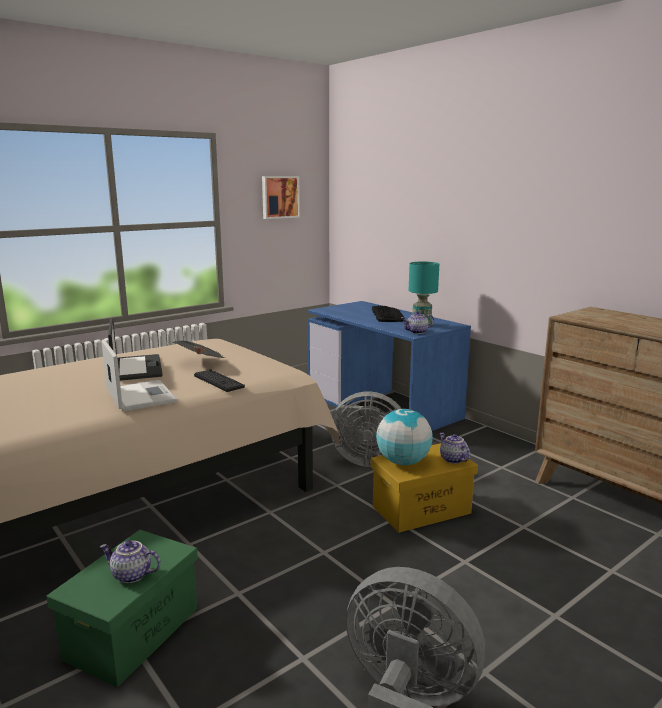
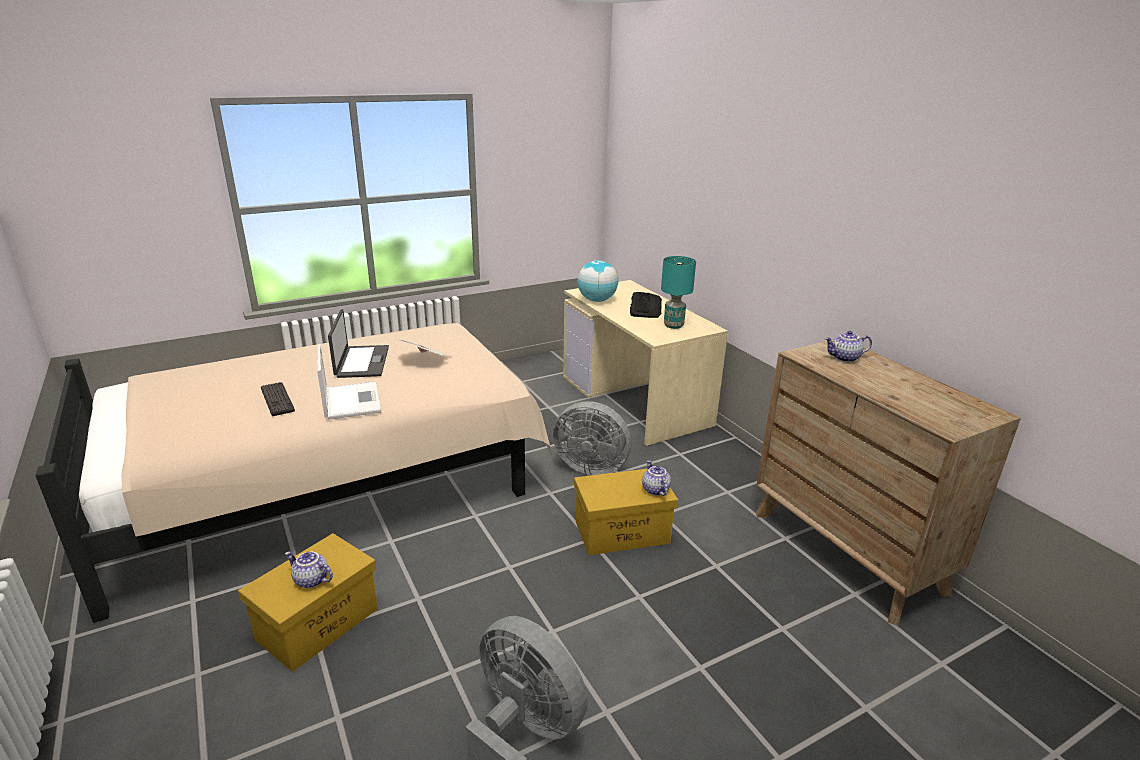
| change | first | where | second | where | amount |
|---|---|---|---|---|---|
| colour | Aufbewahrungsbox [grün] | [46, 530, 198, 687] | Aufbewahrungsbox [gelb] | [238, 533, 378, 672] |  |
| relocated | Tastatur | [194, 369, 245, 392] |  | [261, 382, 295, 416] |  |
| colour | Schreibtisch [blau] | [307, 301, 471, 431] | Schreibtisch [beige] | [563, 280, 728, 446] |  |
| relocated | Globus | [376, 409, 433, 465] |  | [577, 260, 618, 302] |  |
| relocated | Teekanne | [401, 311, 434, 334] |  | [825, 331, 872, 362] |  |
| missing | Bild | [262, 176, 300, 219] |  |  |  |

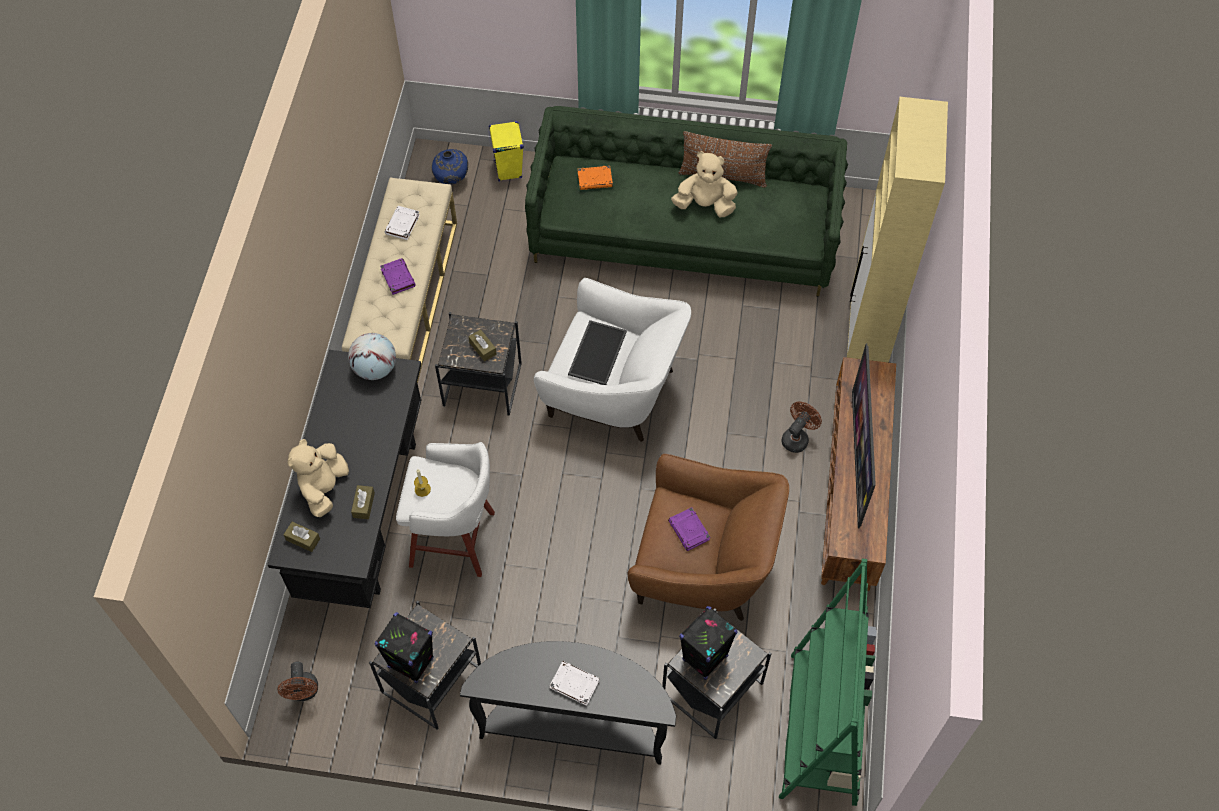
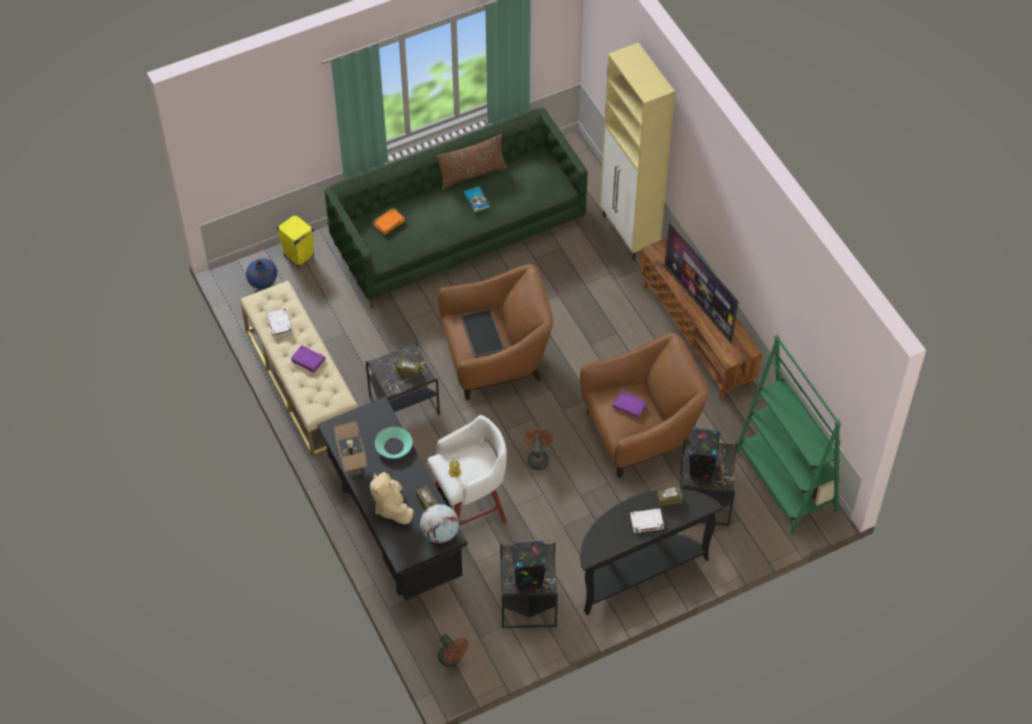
| change | first | where | second | where | amount |
|---|---|---|---|---|---|
| appeared |  |  | Tischlampe [beige] | [334, 421, 367, 476] |  |
| appeared |  |  | Schüssel [türkis] | [375, 427, 413, 458] |  |
| relocated | Globus | [348, 333, 396, 380] |  | [420, 504, 459, 543] |  |
| colour | Sessel [weiß] | [534, 278, 691, 442] | Sessel [braun] | [438, 264, 553, 400] |  |
| exchanged | Plüschtier [beige] | [671, 151, 738, 217] | Buch | [464, 186, 489, 212] |  |
| relocated | Ventilator [braun] | [782, 401, 822, 453] |  | [524, 428, 553, 470] |  |
| relocated | Taschentuchbox [braun] | [283, 522, 320, 552] |  | [657, 487, 683, 506] |  |

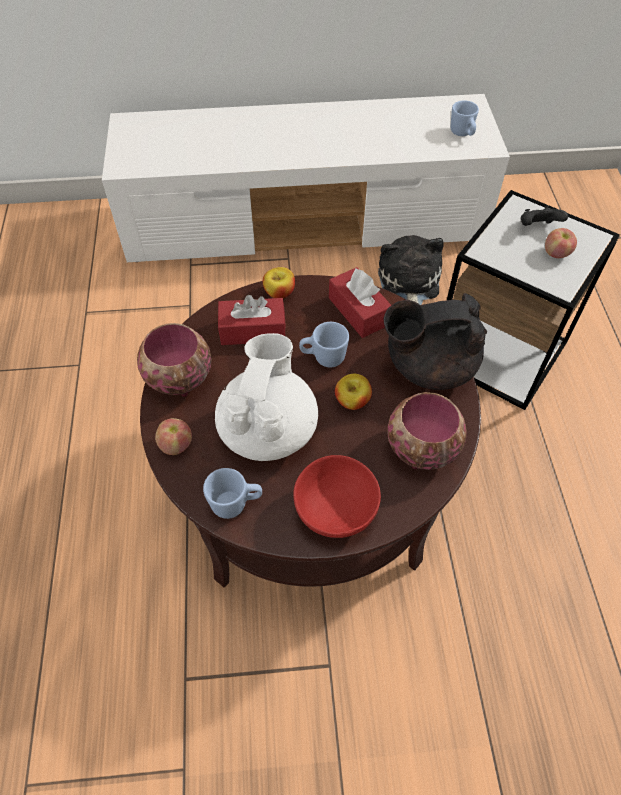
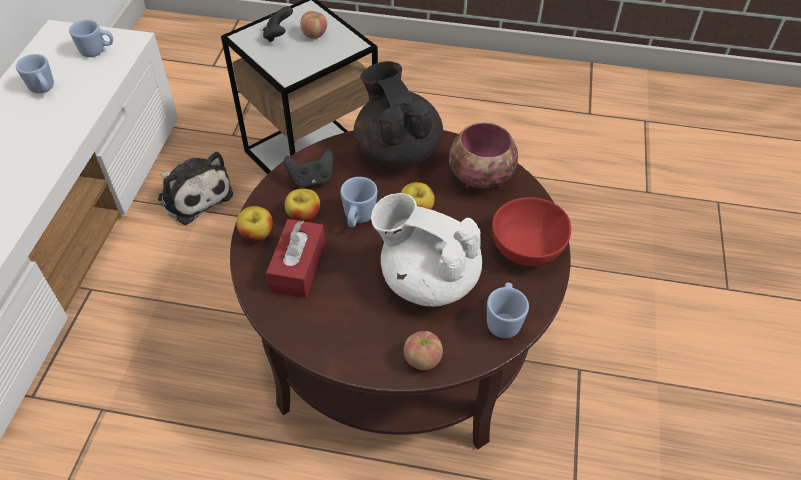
| change | first | where | second | where | amount |
|---|---|---|---|---|---|
| appeared |  |  | Henkelbecher [blau] | [16, 54, 54, 93] |  |
| spun | Plüschtier | [378, 235, 444, 305] |  | [158, 152, 233, 225] | 150 degrees counterclockwise |
| exchanged | Taschentuchbox [rot] | [329, 267, 392, 338] | Gamepad [schwarz] | [284, 149, 334, 188] |  |
| appeared |  |  | Apfel | [284, 189, 320, 222] |  |
| spun | Teekanne [schwarz] | [384, 293, 487, 390] |  | [354, 61, 443, 168] | 150 degrees clockwise |
| missing | Schüssel | [137, 323, 212, 397] |  |  |  |

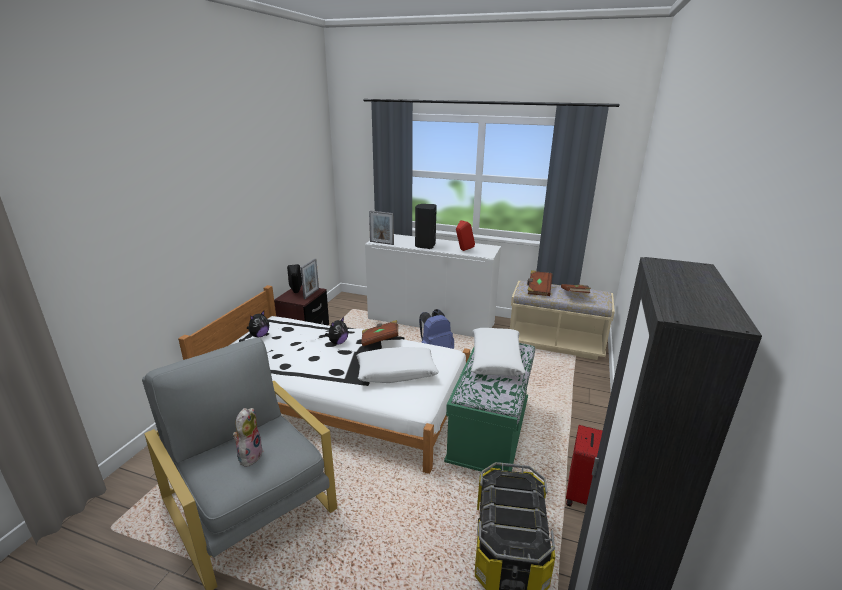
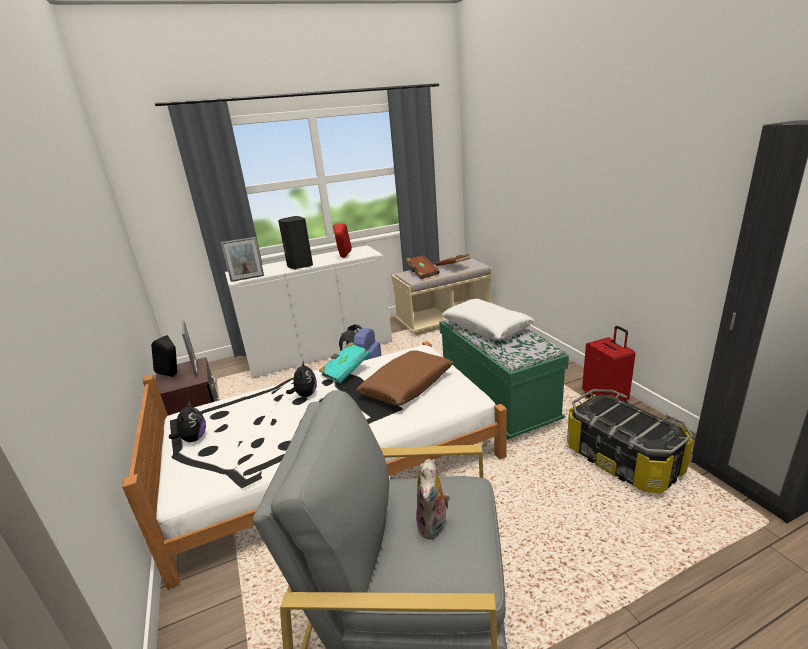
| change | first | where | second | where | amount |
|---|---|---|---|---|---|
| colour | Buch [braun] | [361, 320, 398, 346] | Buch [türkis] | [319, 342, 371, 383] |  |
| colour | Kissen [weiß] | [357, 347, 439, 383] | Kissen [braun] | [357, 350, 453, 405] |  |
| spun | Plüschtier | [233, 408, 264, 467] |  | [416, 459, 450, 539] | 135 degrees counterclockwise |

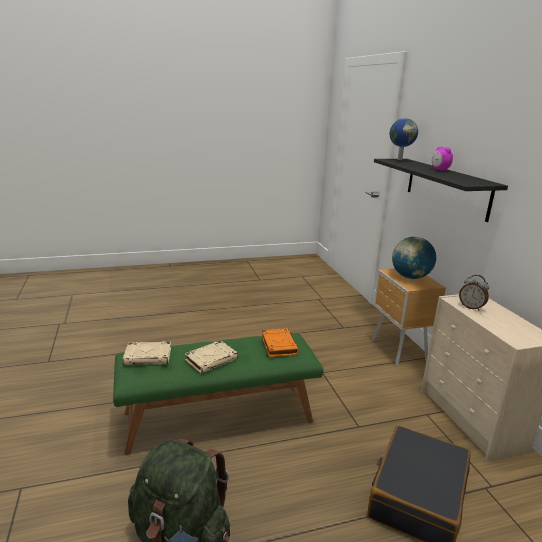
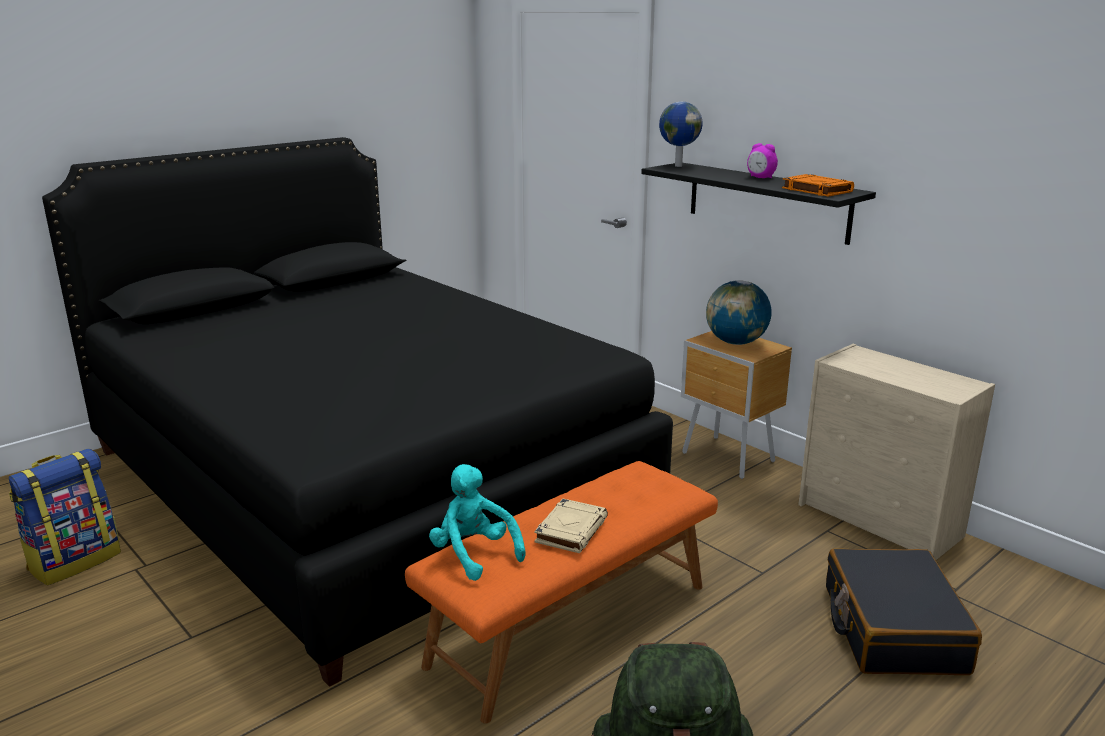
| change | first | where | second | where | amount |
|---|---|---|---|---|---|
| appeared |  |  | Rucksack | [9, 449, 121, 586] |  |
| appeared |  |  | Bett [schwarz] | [42, 137, 673, 687] |  |
| colour | Bank [grün] | [113, 333, 323, 455] | Bank [orange] | [405, 461, 718, 724] |  |
| exchanged | Buch [beige] | [123, 341, 171, 366] | Plüschtier [türkis] | [429, 464, 525, 581] |  |
| relocated | Buch [orange] | [261, 328, 299, 357] |  | [782, 174, 854, 197] |  |
| missing | Wecker | [459, 275, 489, 311] |  |  |  |

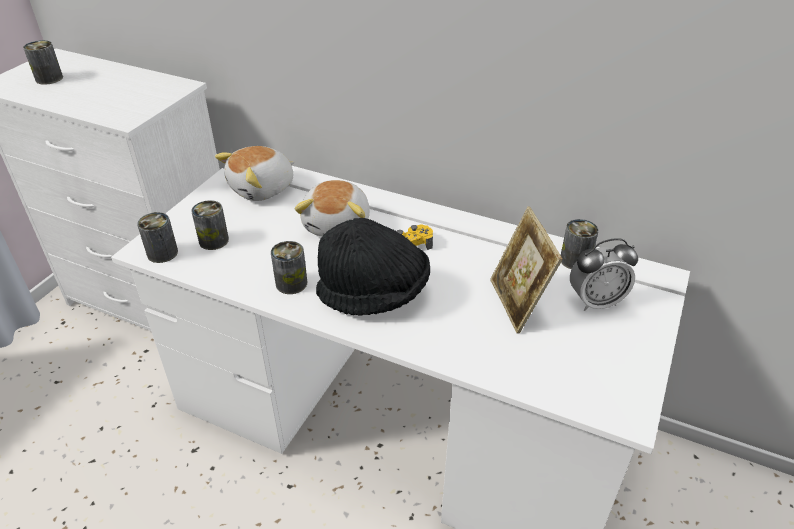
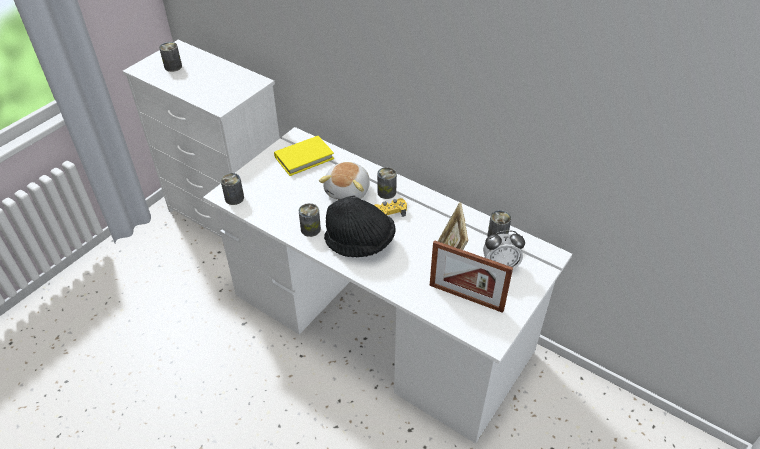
| change | first | where | second | where | amount |
|---|---|---|---|---|---|
| exchanged | Plüschtier | [215, 146, 295, 201] | Buch [gelb] | [274, 136, 334, 176] |  |
| relocated | Dose | [191, 200, 229, 250] |  | [377, 167, 397, 199] |  |
| appeared |  |  | Bilderrahmen | [430, 240, 513, 313] |  |

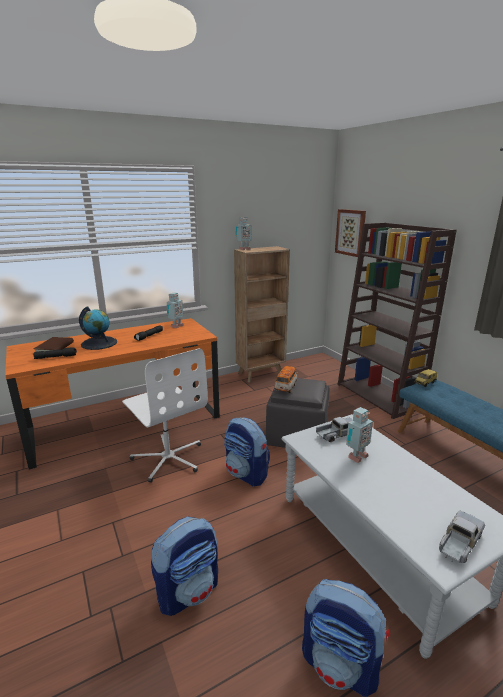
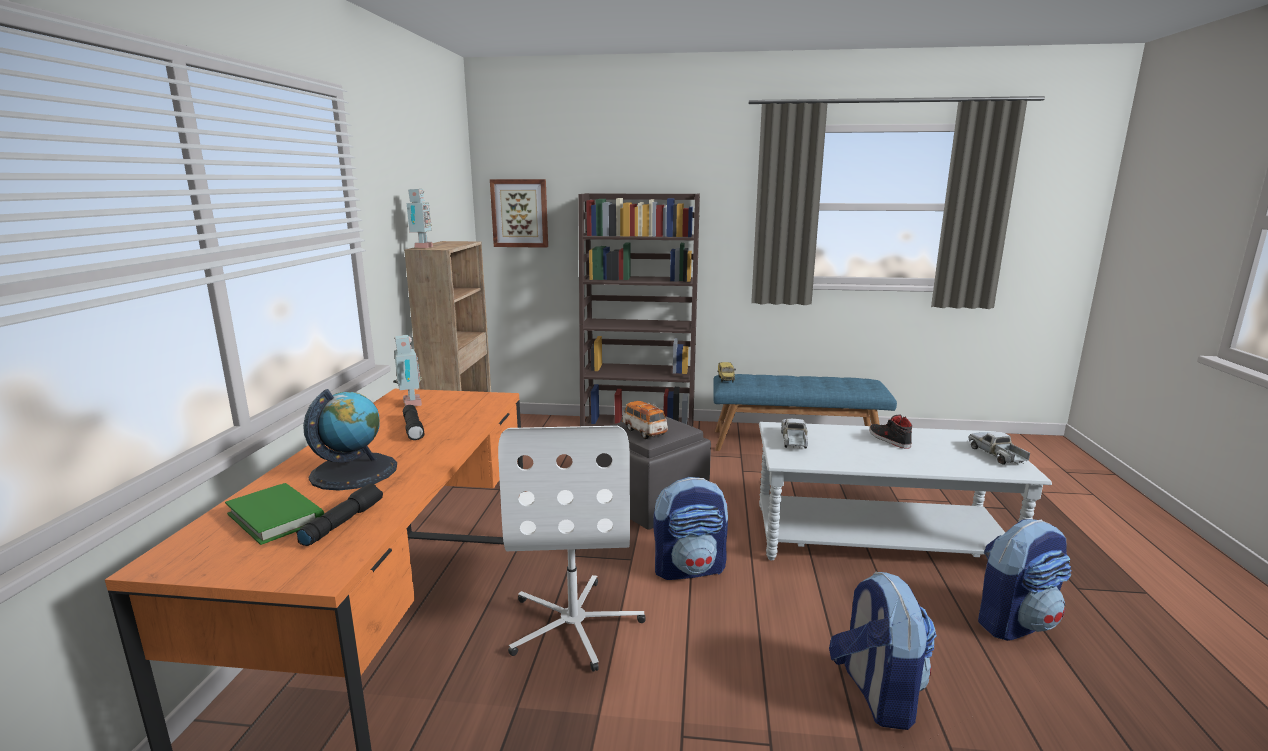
| change | first | where | second | where | amount |
|---|---|---|---|---|---|
| colour | Buch [braun] | [34, 337, 74, 352] | Buch [grün] | [225, 483, 324, 545] |  |
| spun | Bürostuhl [weiß] | [122, 348, 208, 483] |  | [498, 426, 646, 672] | 90 degrees clockwise |
| appeared |  |  | Schuh [schwarz] | [869, 414, 912, 449] |  |
| missing | Spielzeugroboter | [346, 407, 373, 463] |  |  |  |

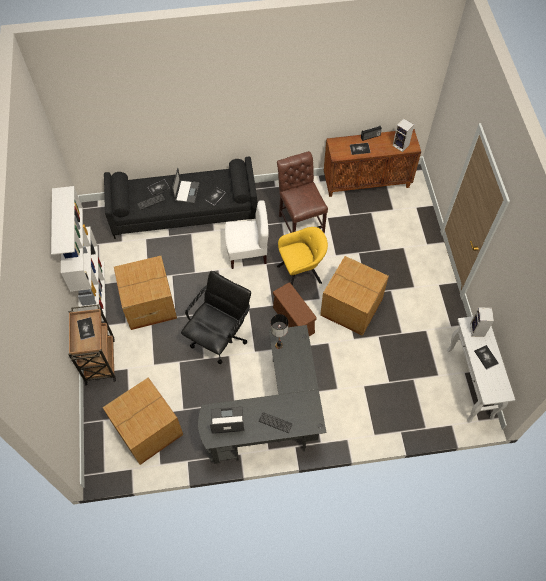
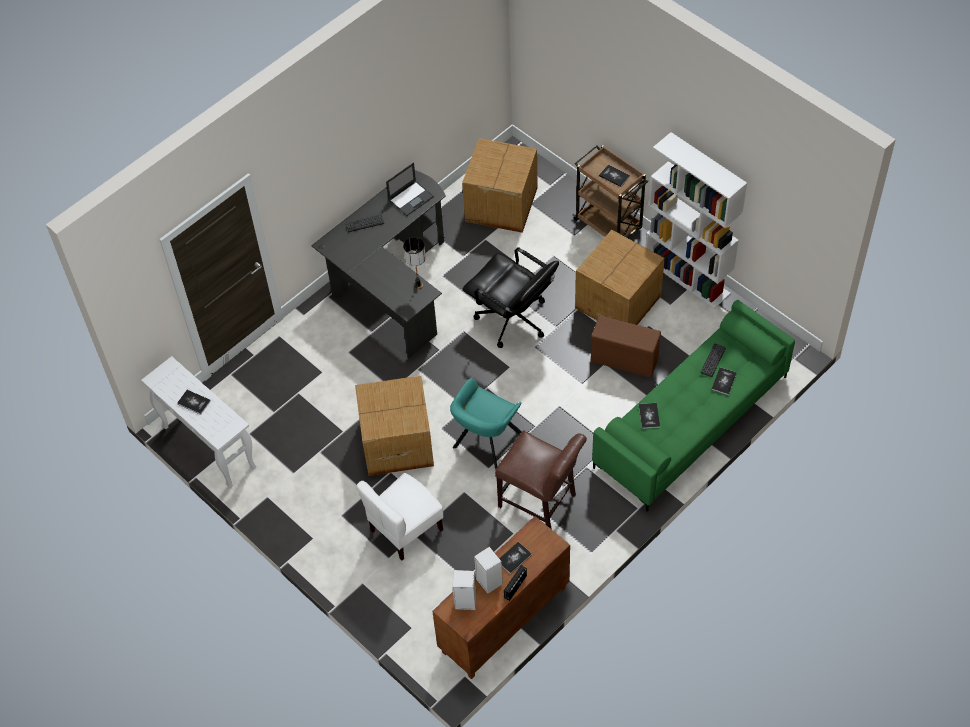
| change | first | where | second | where | amount |
|---|---|---|---|---|---|
| relocated | Stuhl [weiß] | [225, 200, 269, 269] |  | [356, 473, 443, 560] |  |
| colour | Sessel [gelb] | [276, 227, 328, 286] | Sessel [türkis] | [450, 378, 522, 470] |  |
| spun | Bürostuhl [schwarz] | [181, 271, 251, 364] |  | [463, 247, 559, 348] | 45 degrees counterclockwise |
| relocated | Lautsprecher | [470, 307, 494, 337] |  | [474, 546, 503, 594] |  |
| relocated | Aufbewahrungsbox [braun] | [273, 282, 317, 336] |  | [591, 315, 661, 378] |  |
| colour | Sofa [schwarz] | [104, 157, 257, 239] | Sofa [grün] | [592, 300, 795, 511] |  |
| missing | Laptop | [172, 168, 200, 204] |  |  |  |

